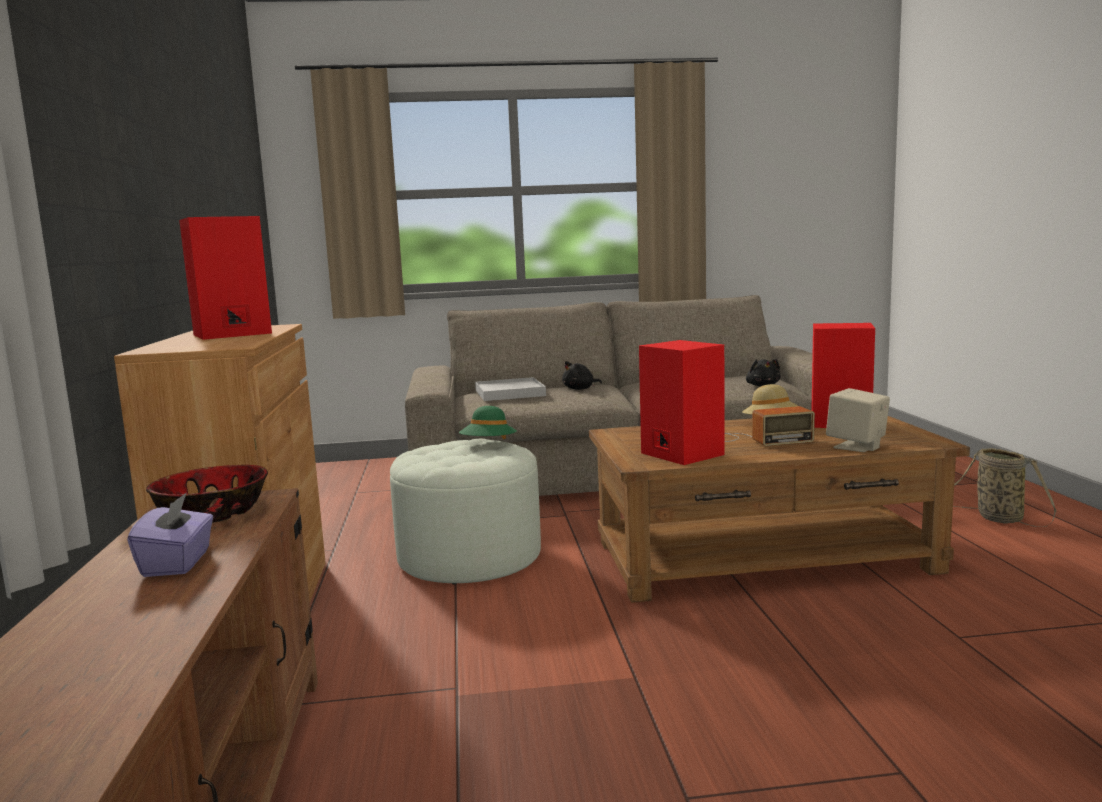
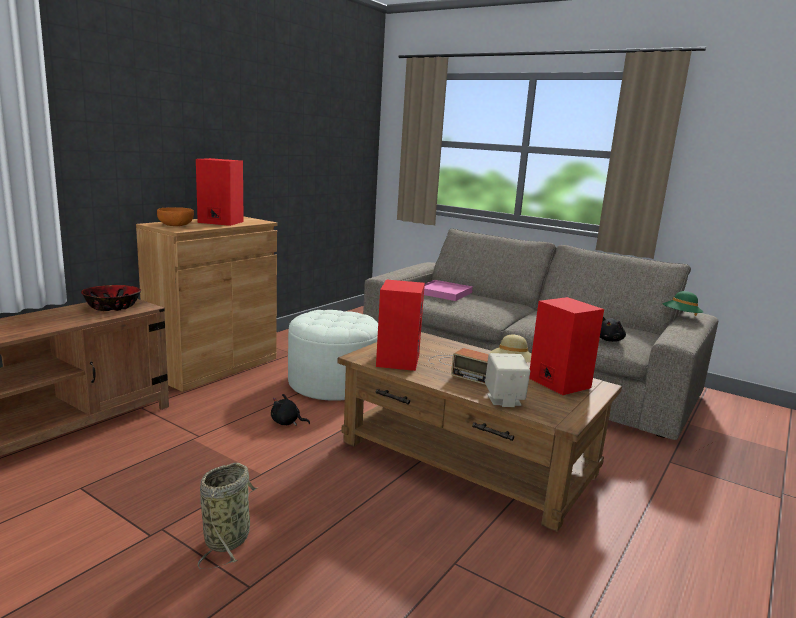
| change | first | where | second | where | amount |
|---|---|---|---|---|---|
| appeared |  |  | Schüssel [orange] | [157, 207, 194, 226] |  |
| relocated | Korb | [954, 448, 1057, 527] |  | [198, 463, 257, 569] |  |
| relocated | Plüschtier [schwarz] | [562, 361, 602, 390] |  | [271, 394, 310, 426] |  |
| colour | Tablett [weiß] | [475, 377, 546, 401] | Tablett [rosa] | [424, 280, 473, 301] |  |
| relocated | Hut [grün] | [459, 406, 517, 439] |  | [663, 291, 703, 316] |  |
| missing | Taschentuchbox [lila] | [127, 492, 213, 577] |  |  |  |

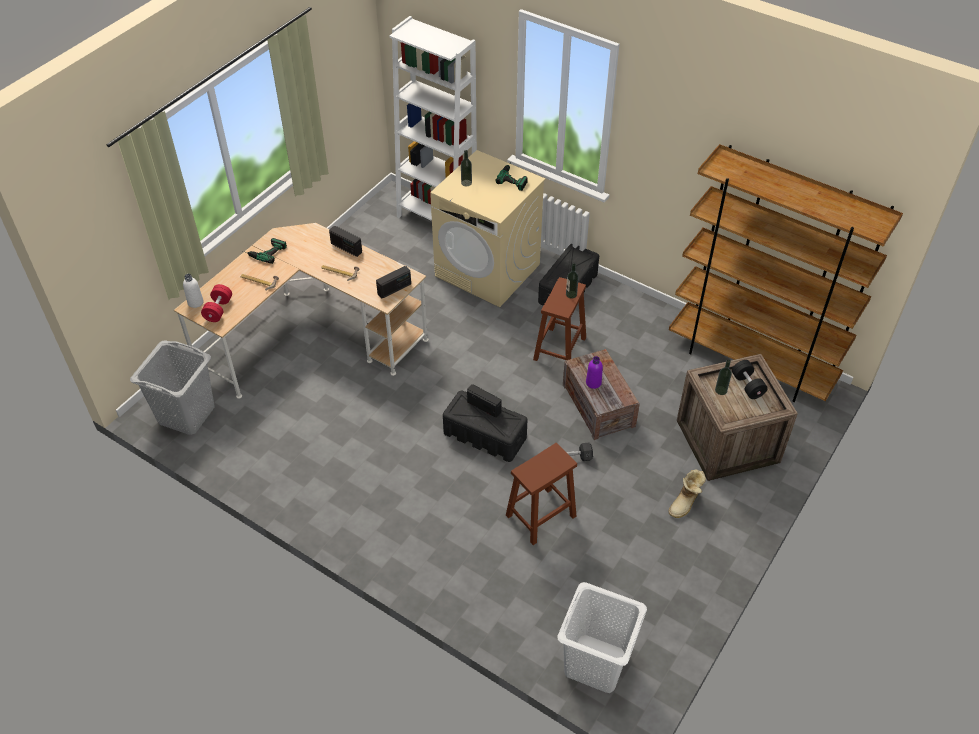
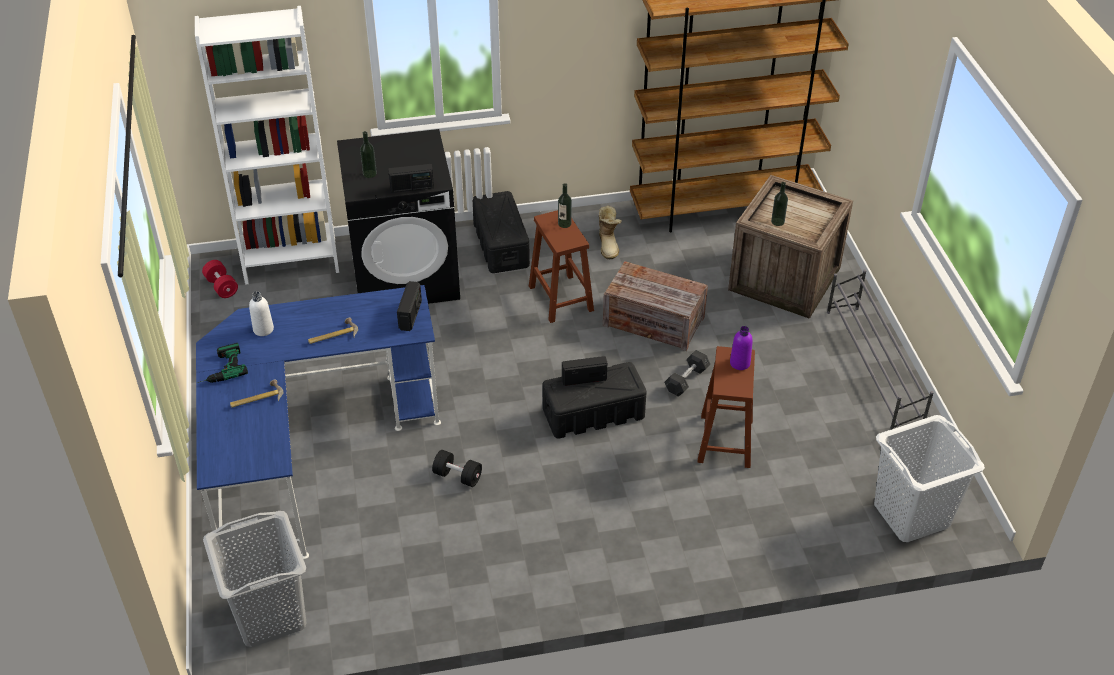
| change | first | where | second | where | amount |
|---|---|---|---|---|---|
| colour | Schreibtisch [beige] | [174, 223, 429, 399] | Schreibtisch [blau] | [196, 285, 441, 559] |  |
| relocated | Hantel [rot] | [201, 284, 232, 322] |  | [202, 260, 238, 298] |  |
| relocated | Flasche [weiß] | [183, 274, 204, 308] |  | [249, 291, 274, 336] |  |
| colour | Waschmaschine [beige] | [430, 150, 545, 307] | Waschmaschine [schwarz] | [337, 129, 460, 304] |  |
| relocated | Radio | [329, 226, 362, 257] |  | [388, 164, 434, 193] |  |
| relocated | Hantel [schwarz] | [732, 360, 768, 399] |  | [432, 450, 482, 487] |  |
| relocated | Stiefel | [669, 469, 706, 518] |  | [599, 205, 622, 260] |  |
| relocated | Flasche [lila] | [586, 356, 603, 389] |  | [730, 326, 753, 370] |  |
| appeared |  |  | Schuhregal [grau] | [827, 269, 934, 430] |  |
| missing | Bohrmaschine | [496, 162, 528, 191] |  |  |  |

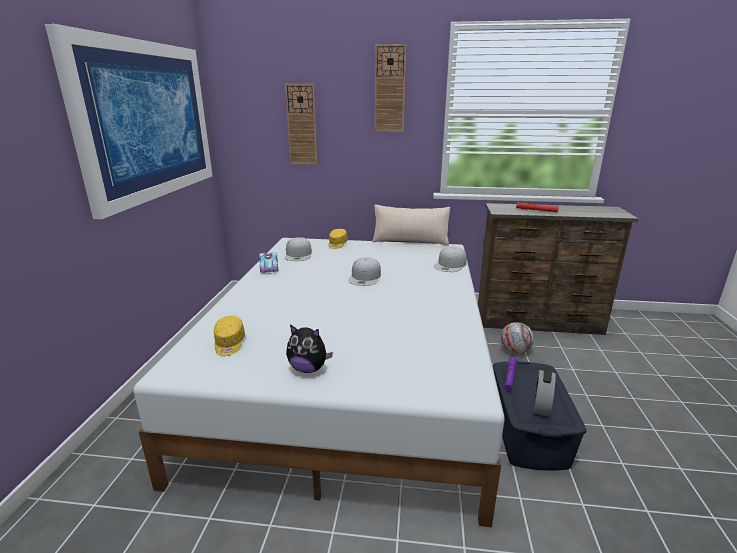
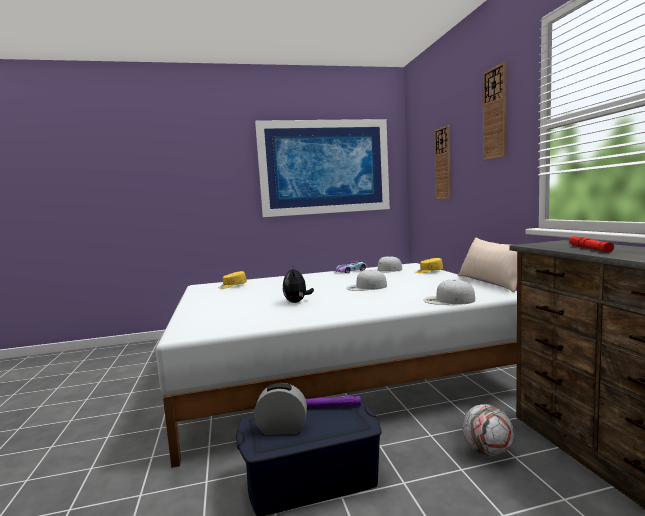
| change | first | where | second | where | amount |
|---|---|---|---|---|---|
| relocated | Plüschtier | [286, 325, 333, 373] |  | [283, 266, 314, 303] |  |

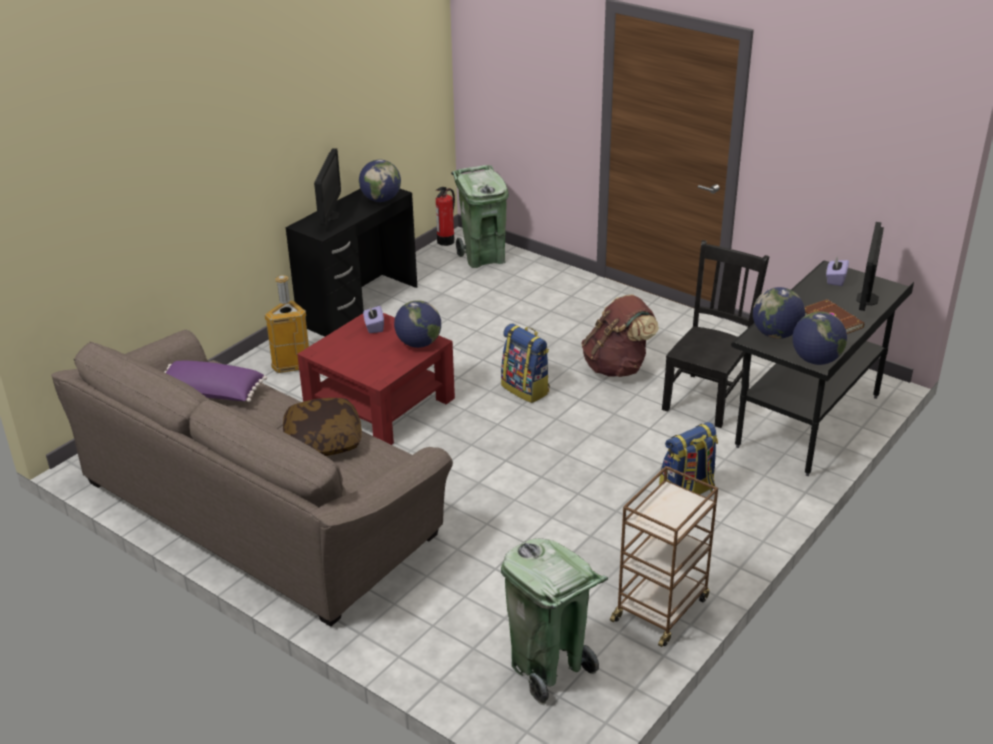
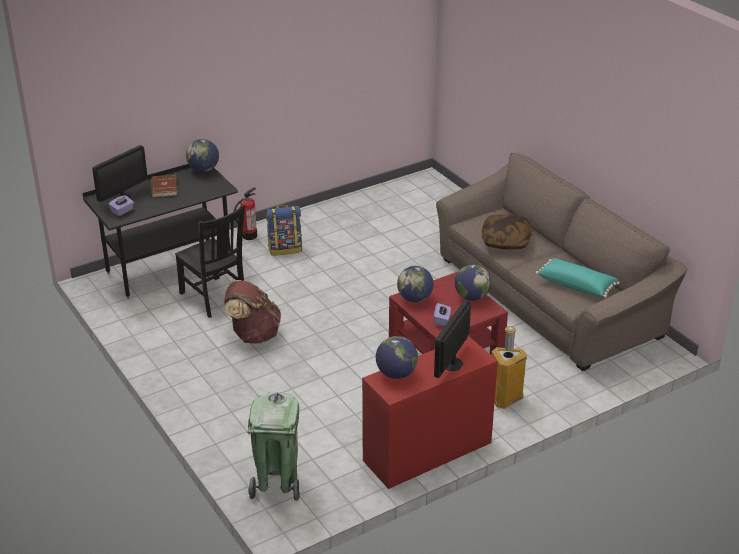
| change | first | where | second | where | amount |
|---|---|---|---|---|---|
| spun | Stuhl [schwarz] | [662, 240, 769, 428] |  | [175, 205, 245, 318] | 90 degrees counterclockwise |
| relocated | Feuerlöscher | [436, 187, 455, 246] |  | [234, 187, 257, 240] |  |
| colour | Schreibtisch [schwarz] | [286, 189, 417, 337] | Schreibtisch [rot] | [362, 336, 498, 489] |  |
| relocated | Globus | [753, 287, 805, 339] |  | [455, 264, 491, 301] |  |
| colour | Kissen [lila] | [164, 361, 267, 402] | Kissen [türkis] | [536, 258, 620, 298] |  |
| missing | Rucksack | [501, 324, 550, 403] |  |  |  |
| missing | Mülleimer [grün] | [501, 538, 608, 705] |  |  |  |
| missing | Rollwagen [braun] | [610, 466, 718, 647] |  |  |  |

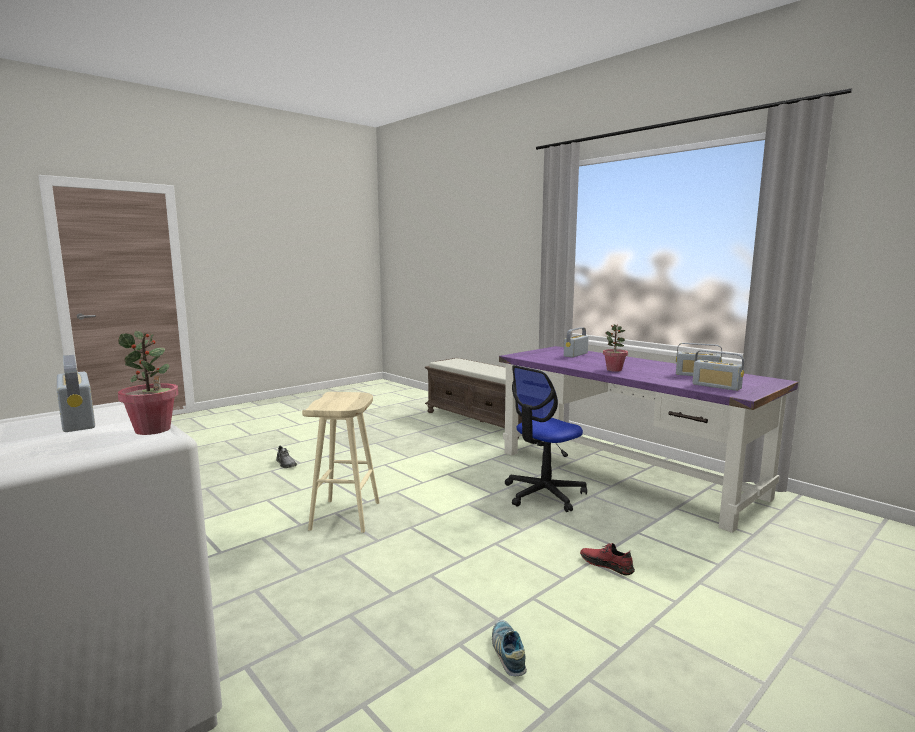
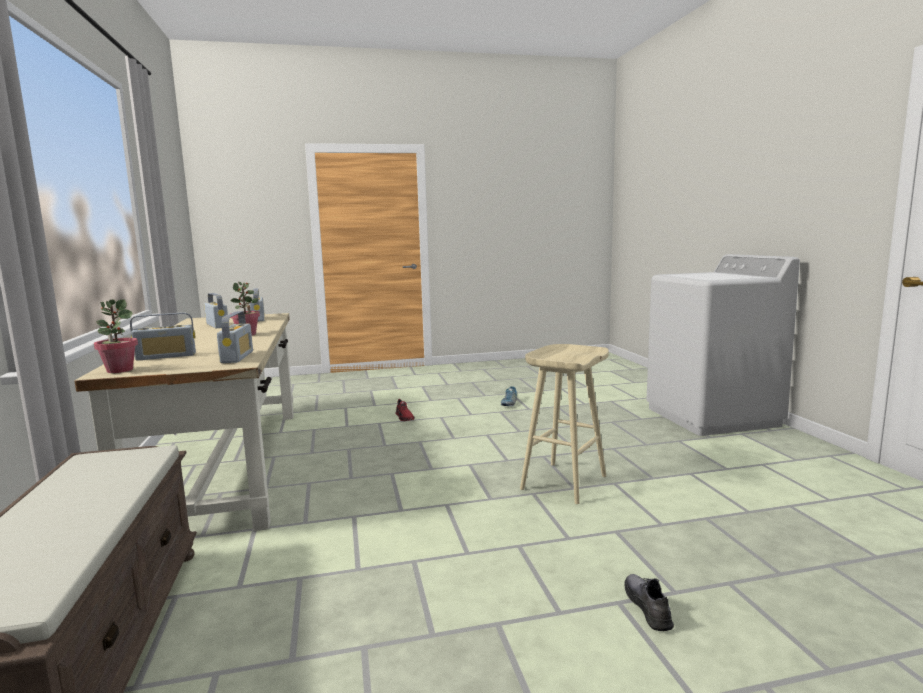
| change | first | where | second | where | amount |
|---|---|---|---|---|---|
| colour | Schreibtisch [lila] | [499, 346, 799, 533] | Schreibtisch [beige] | [74, 313, 294, 531] |  |
| relocated | Topfpflanze | [118, 331, 179, 435] |  | [94, 299, 138, 373] |  |
| relocated | Radio | [57, 355, 95, 432] |  | [217, 311, 253, 363] |  |
| missing | Bürostuhl | [505, 365, 587, 512] |  |  |  |

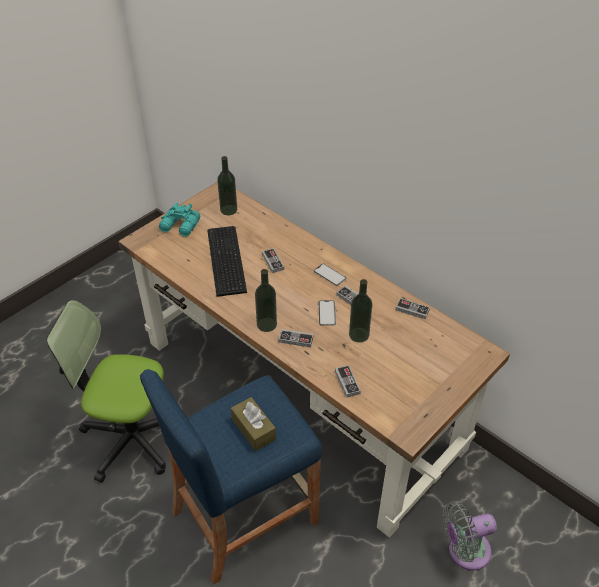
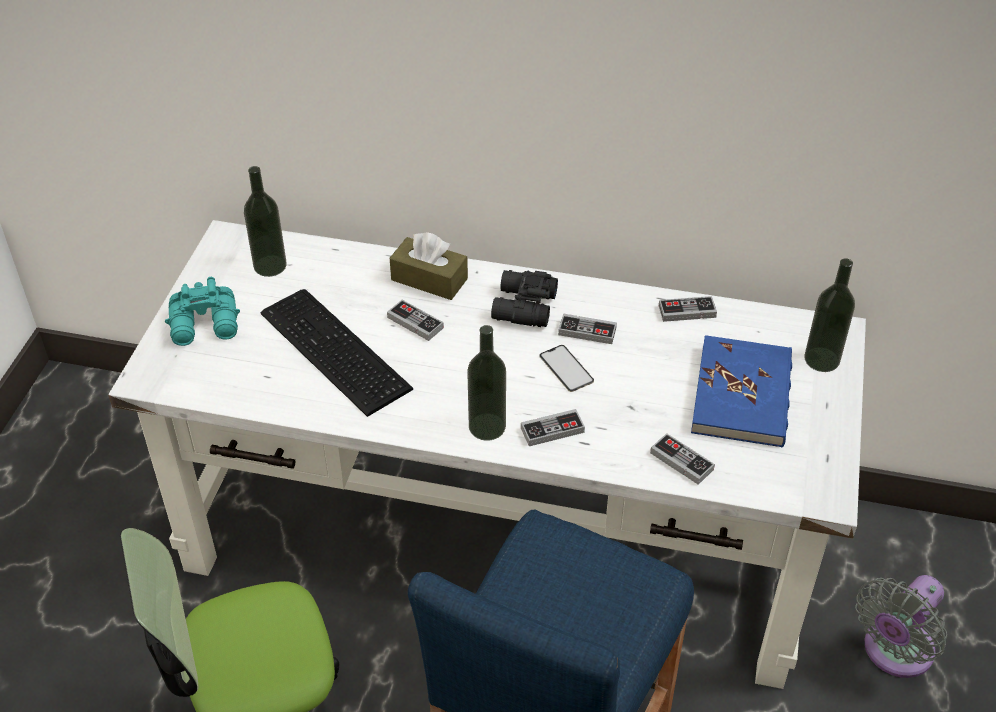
| change | first | where | second | where | amount |
|---|---|---|---|---|---|
| colour | Schreibtisch [braun] | [118, 182, 510, 538] | Schreibtisch [weiß] | [108, 220, 866, 689] |  |
| relocated | Taschentuchbox [braun] | [231, 397, 276, 451] |  | [390, 232, 468, 300] |  |
| exchanged | Handy | [314, 263, 346, 286] | Fernglas [schwarz] | [491, 270, 558, 327] |  |
| appeared |  |  | Buch [blau] | [691, 335, 792, 447] |  |
| relocated | Flasche | [349, 279, 373, 342] |  | [804, 258, 855, 372] |  |

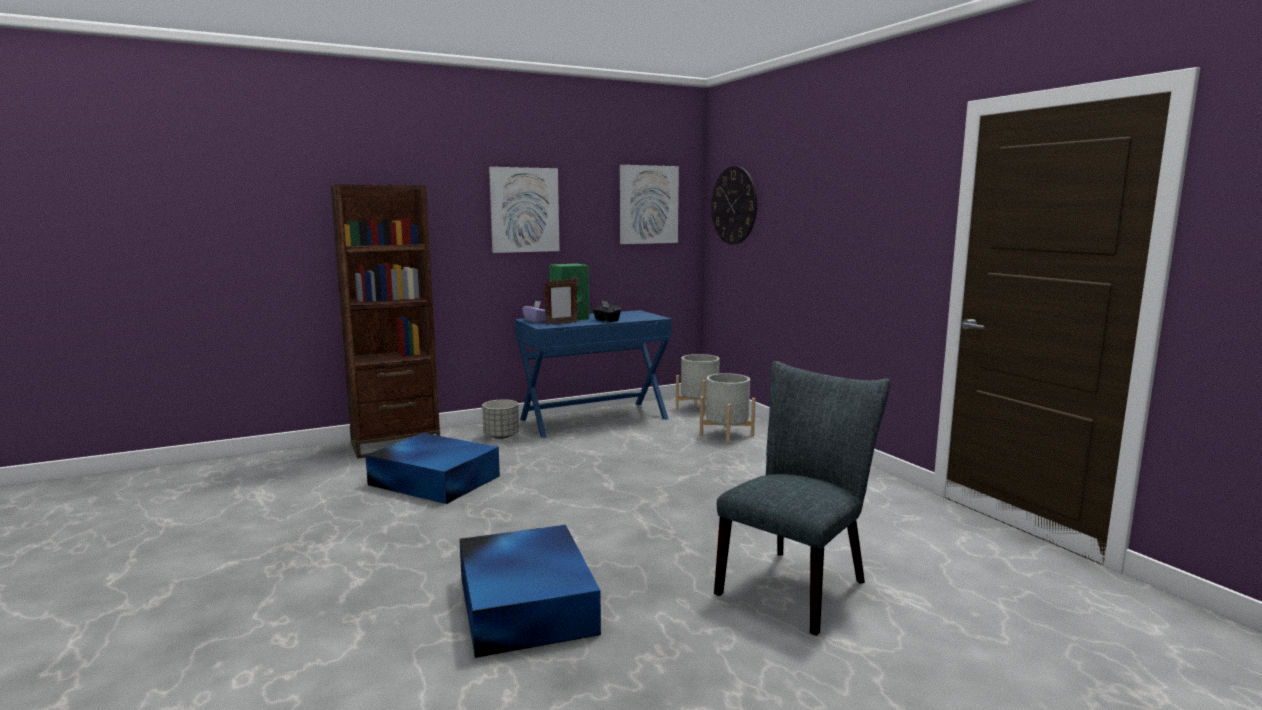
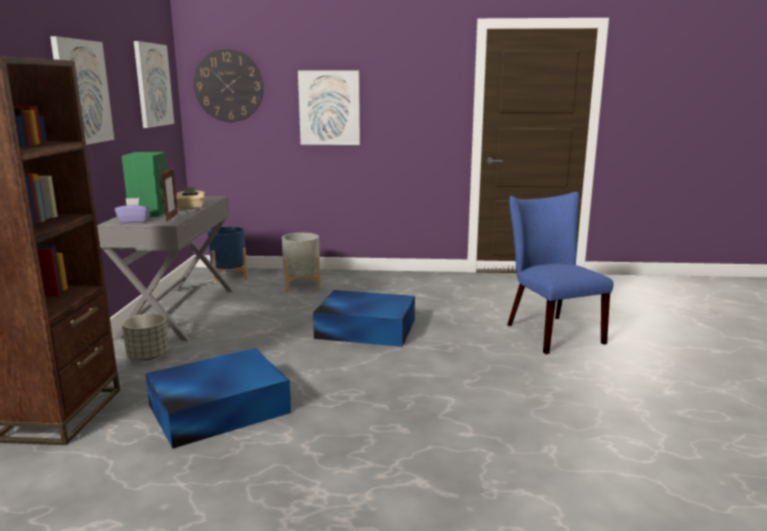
| change | first | where | second | where | amount |
|---|---|---|---|---|---|
| colour | Schreibtisch [blau] | [515, 310, 672, 438] | Schreibtisch [grau] | [97, 196, 234, 341] |  |
| colour | Taschentuchbox [schwarz] | [593, 300, 621, 322] | Taschentuchbox [beige] | [176, 187, 205, 209] |  |
| colour | Pflanzkübel [grau] | [676, 354, 720, 415] | Pflanzkübel [blau] | [208, 226, 248, 283] |  |
| appeared |  |  | Bild | [298, 70, 360, 145] |  |
| relocated | Aufbewahrungsbox [blau] | [459, 525, 601, 658] |  | [313, 290, 415, 347] |  |
| colour | Stuhl [grau] | [714, 361, 890, 636] | Stuhl [blau] | [507, 192, 614, 354] |  |

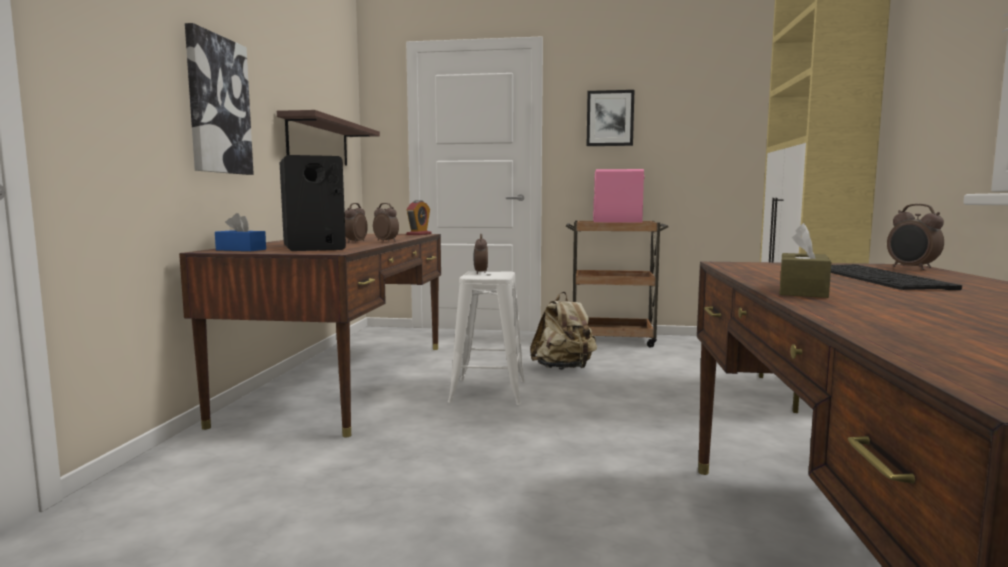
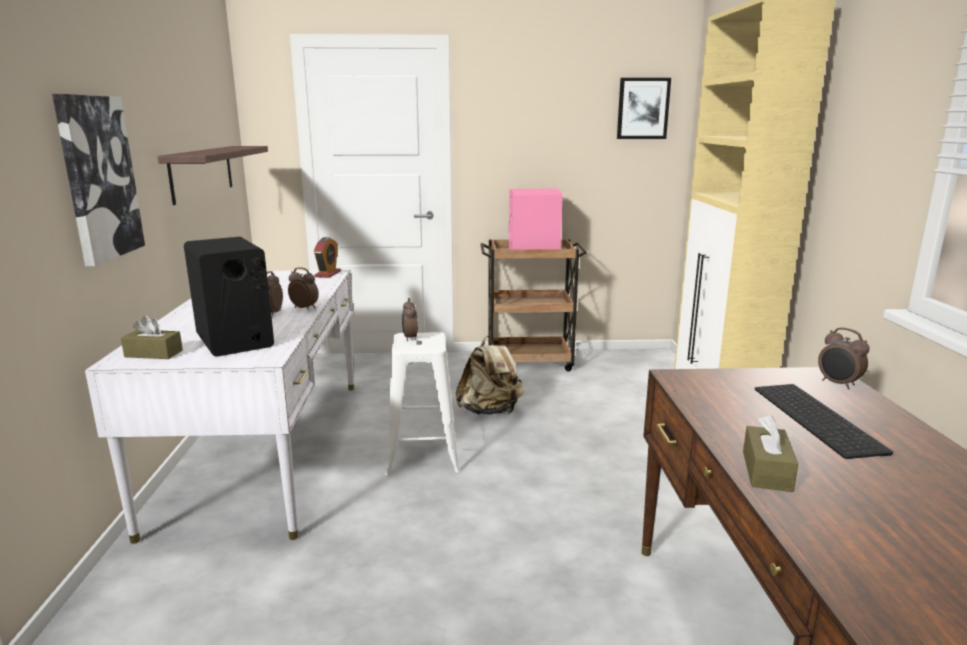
| change | first | where | second | where | amount |
|---|---|---|---|---|---|
| colour | Schreibtisch [braun] | [179, 233, 441, 437] | Schreibtisch [weiß] | [85, 270, 354, 544] |  |
| colour | Taschentuchbox [blau] | [215, 213, 266, 251] | Taschentuchbox [braun] | [121, 316, 183, 359] |  |
| relocated | Bild | [587, 90, 635, 146] |  | [617, 78, 671, 139] |  |

